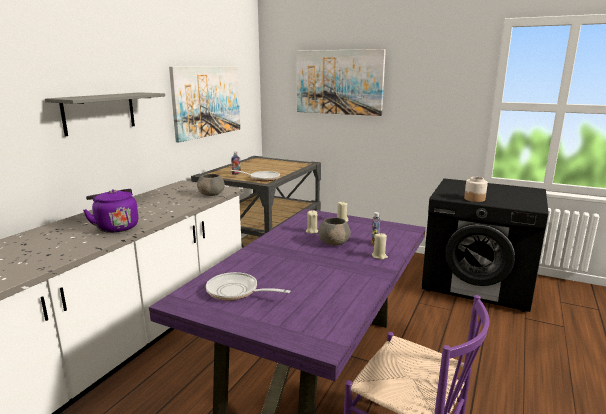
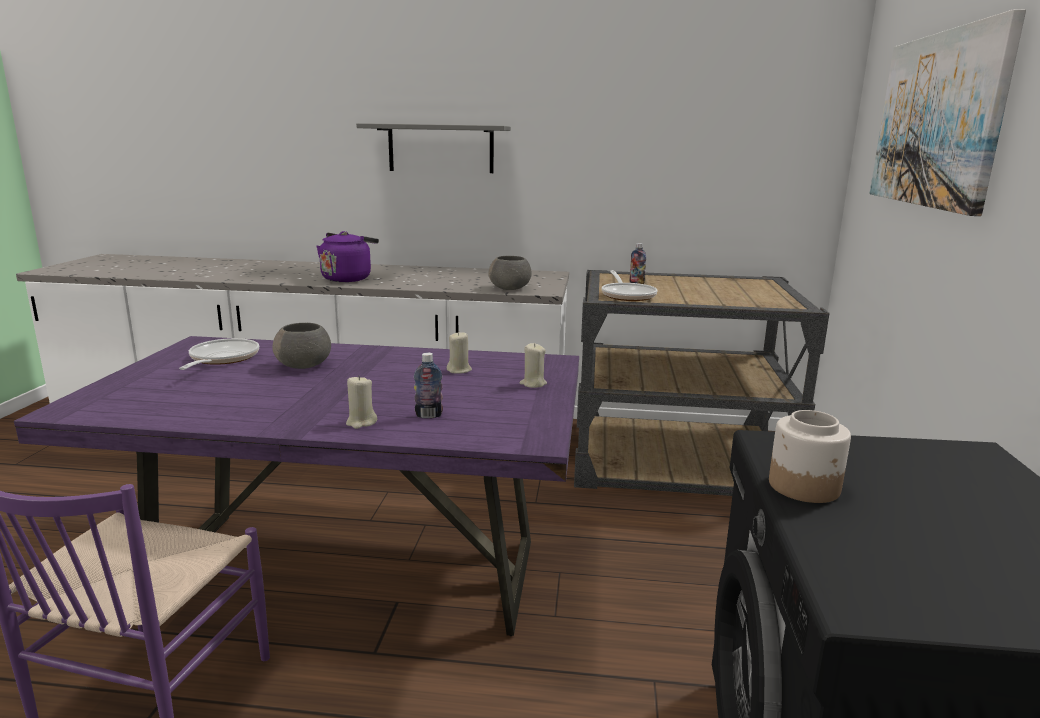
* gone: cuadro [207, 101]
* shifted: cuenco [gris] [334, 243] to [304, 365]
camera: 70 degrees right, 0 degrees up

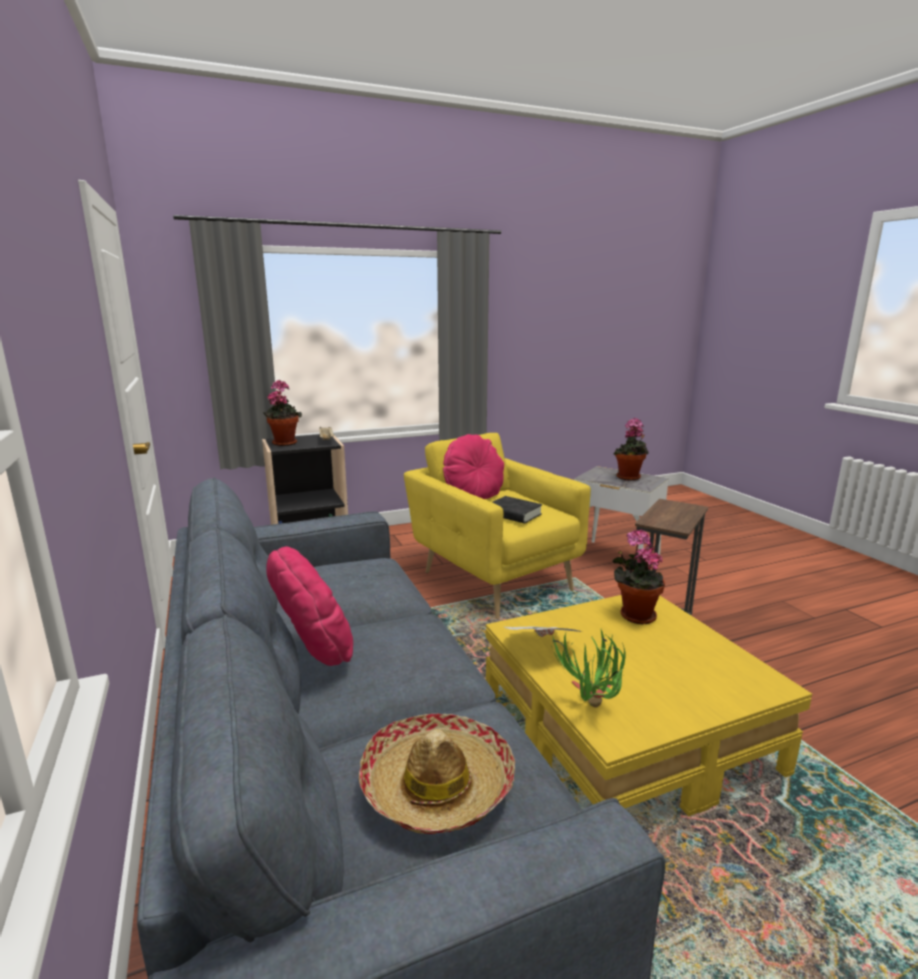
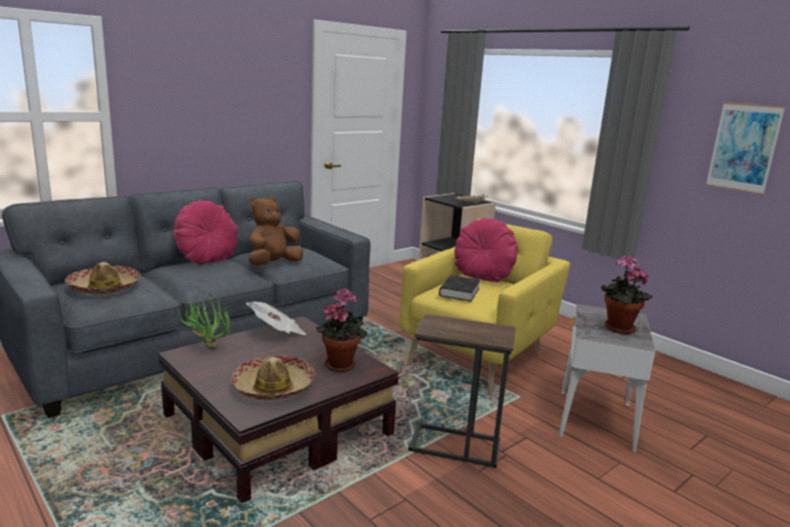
* gone: planta en maceta [284, 443]
* repainted: mesa de centro [amarillo] [622, 730] to mesa de centro [marrón] [278, 423]
* new: cuadro [743, 147]
* new: peluche [marrón] [273, 264]
* new: sombrero [273, 387]
camera: 70 degrees right, 0 degrees up

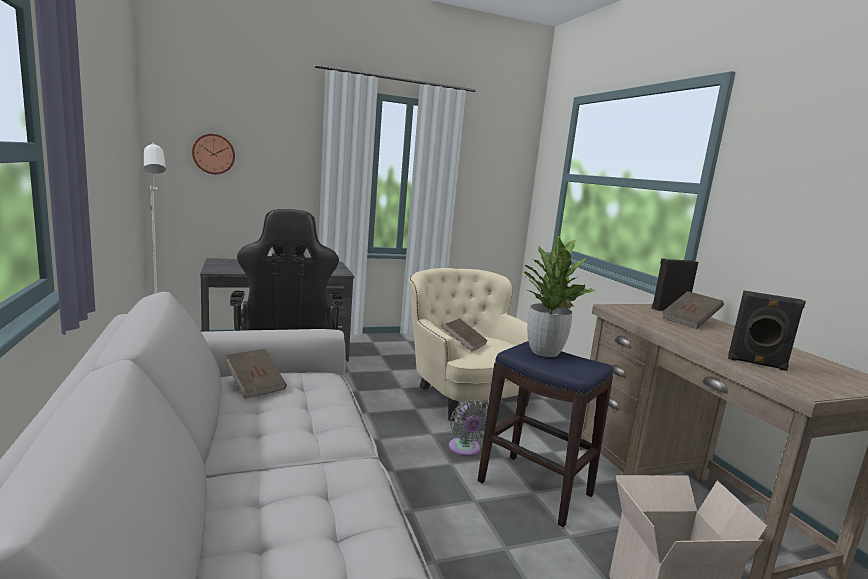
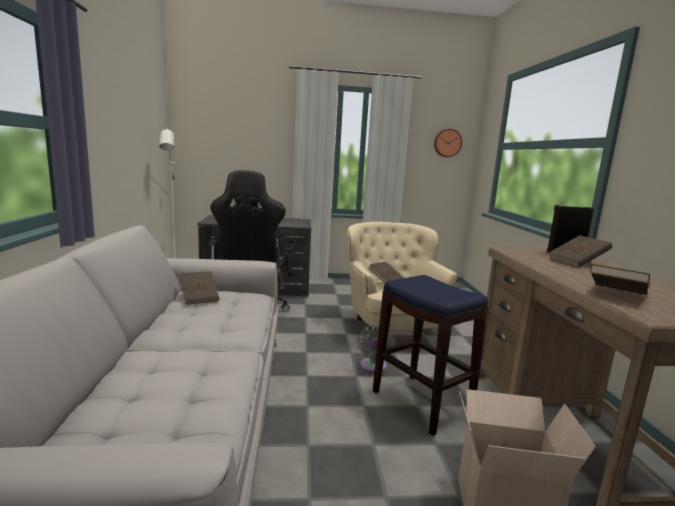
* shifted: reloj de pared [214, 154] to [447, 143]
* gone: planta en maceta [544, 352]
* swapped: altavoz [negro] [756, 363] to libro [marrón] [616, 295]
camera: 15 degrees right, 0 degrees up

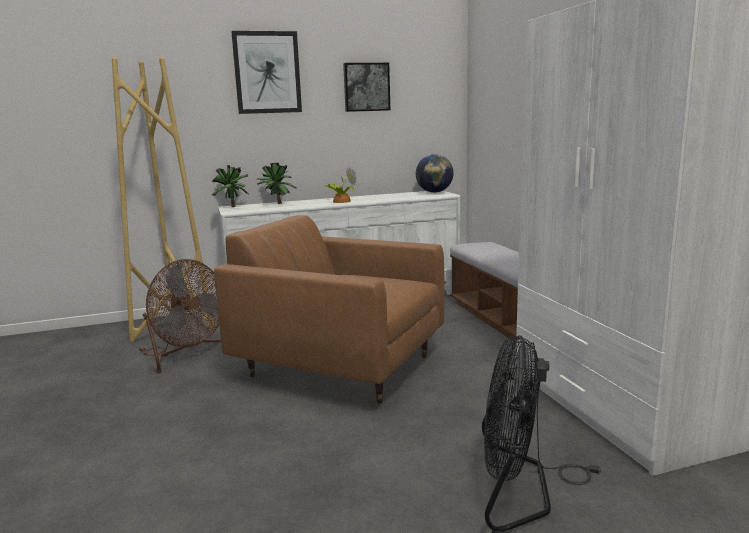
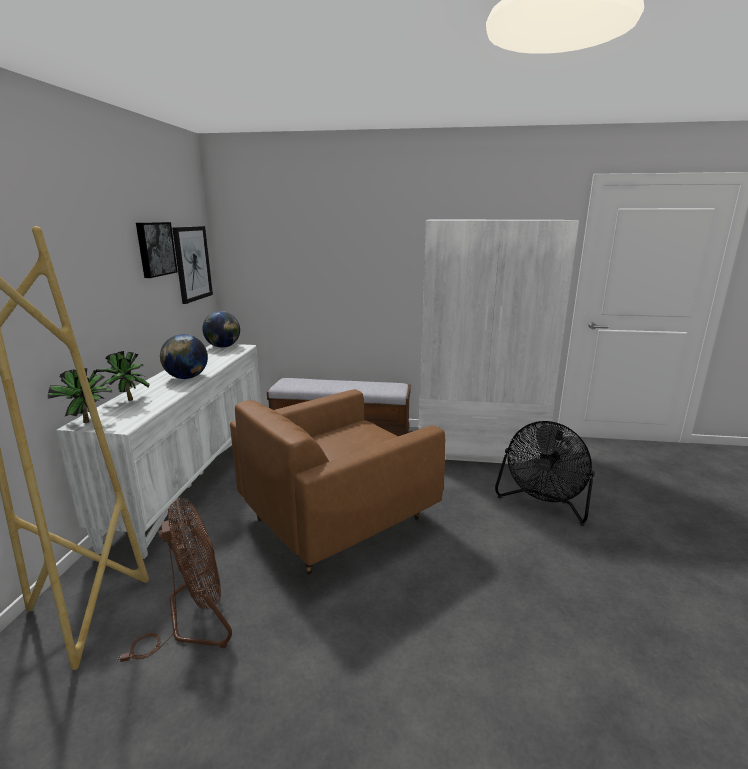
* shifted: cuadro [267, 73] to [192, 263]
* swapped: planta en maceta [340, 201] to globo terráqueo [187, 378]
camera: 65 degrees left, 5 degrees up

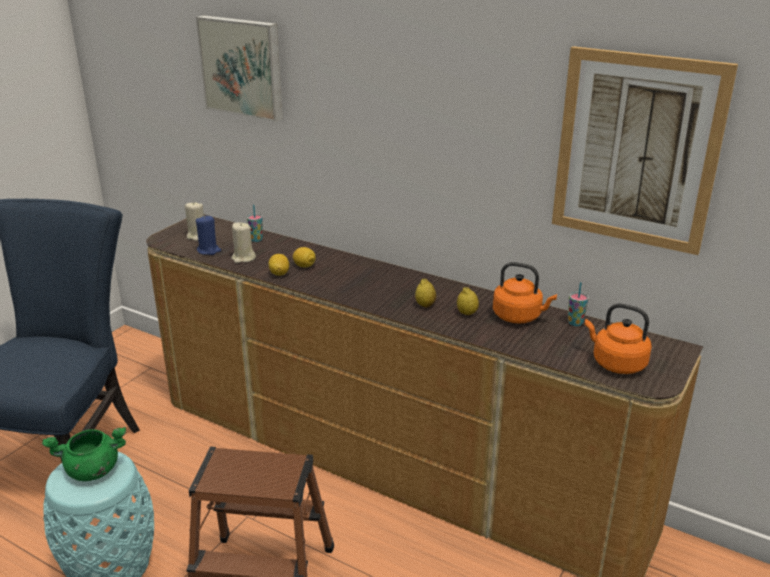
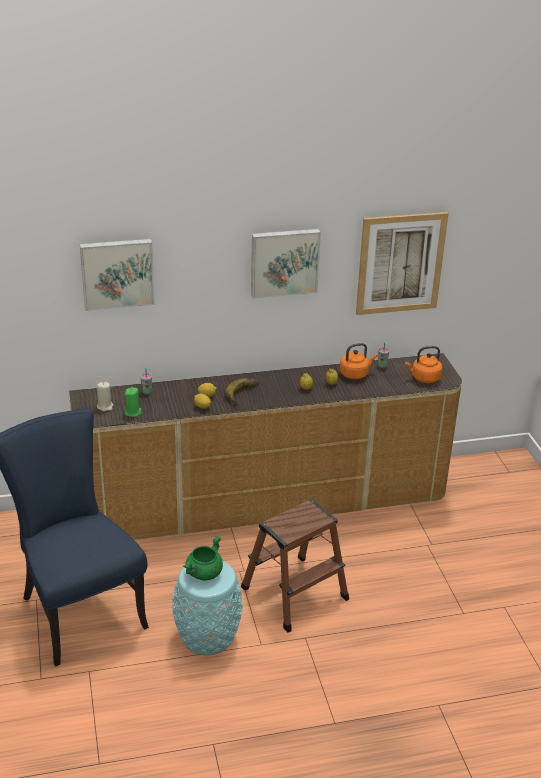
* repainted: vela [azul] [209, 250] to vela [verde] [133, 412]
* gone: vela [beis] [243, 258]
* new: cuadro [284, 262]
* new: plátano [244, 394]
camera: 45 degrees left, 5 degrees up

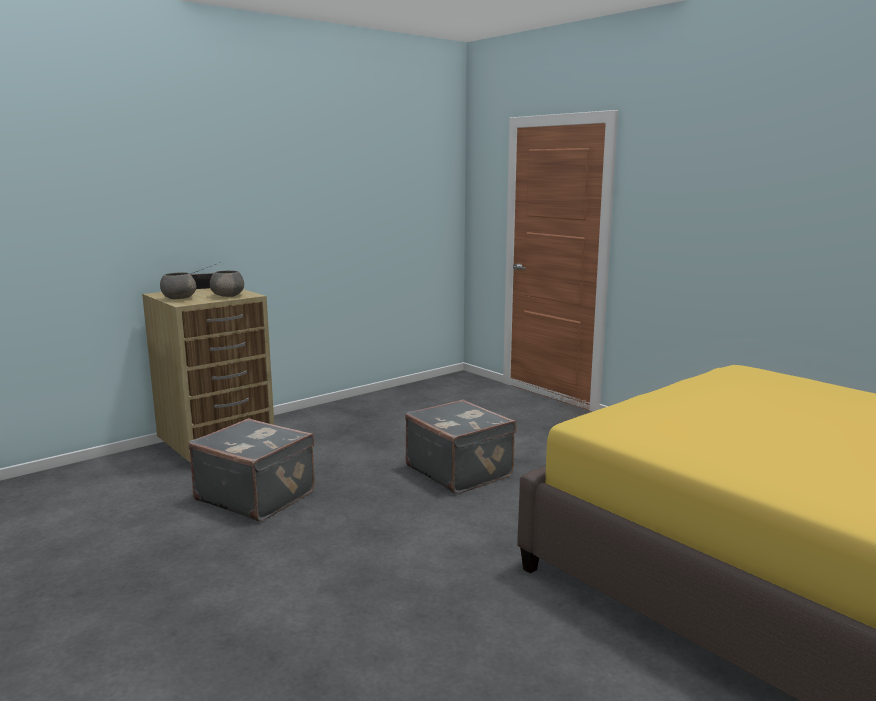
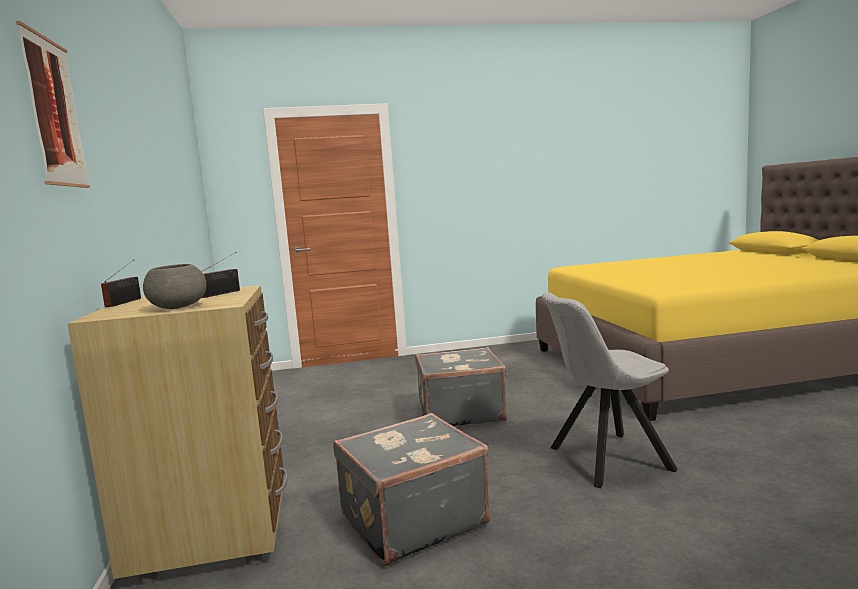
* swapped: cuenco [gris] [228, 296] to radio [222, 293]
* new: cuadro [55, 113]
* new: silla [gris] [606, 459]
camera: 60 degrees left, 5 degrees down

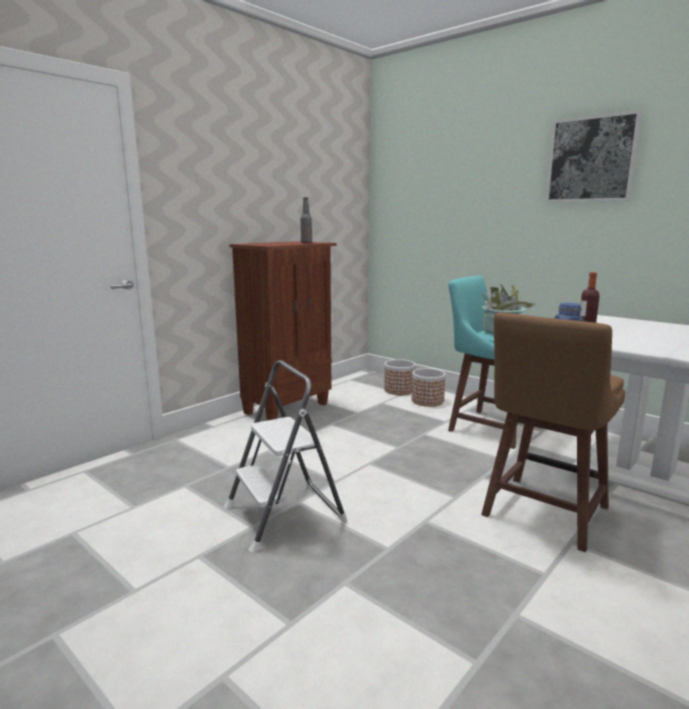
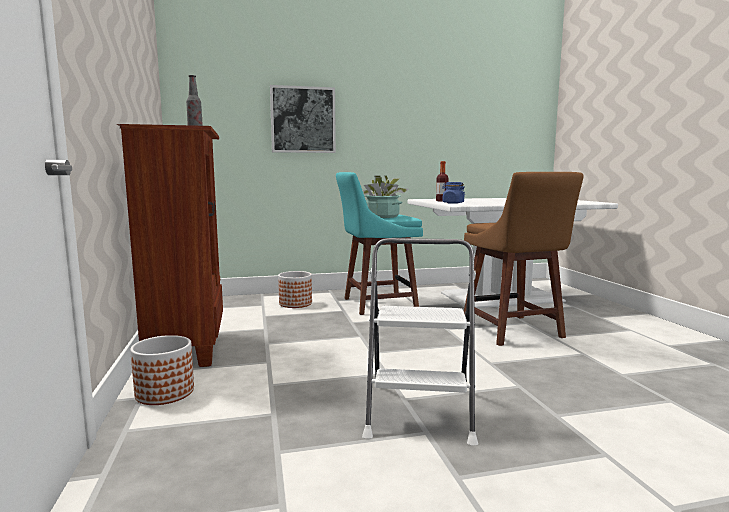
* shifted: cuadro [591, 159] to [303, 120]
* shifted: maceta [399, 390] to [164, 392]
camera: 55 degrees left, 5 degrees down

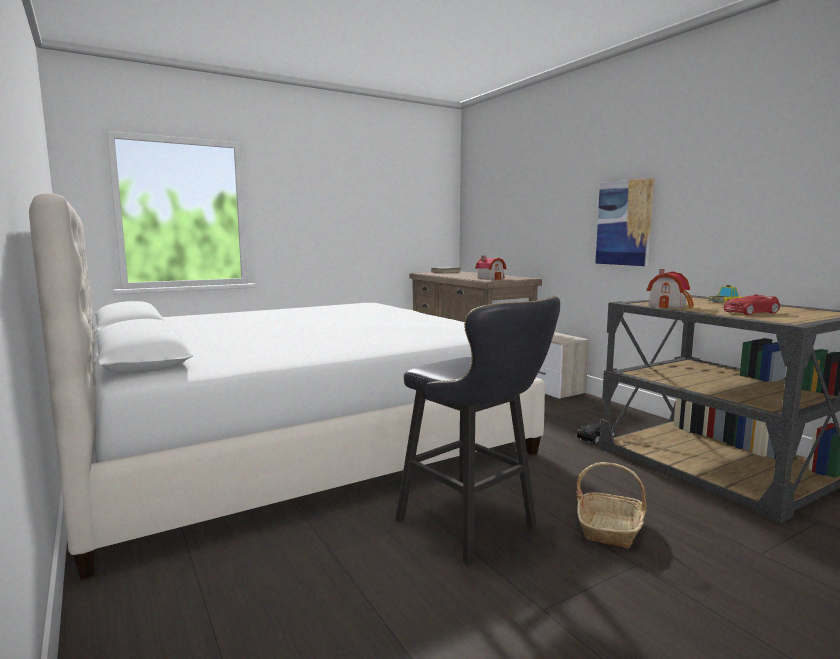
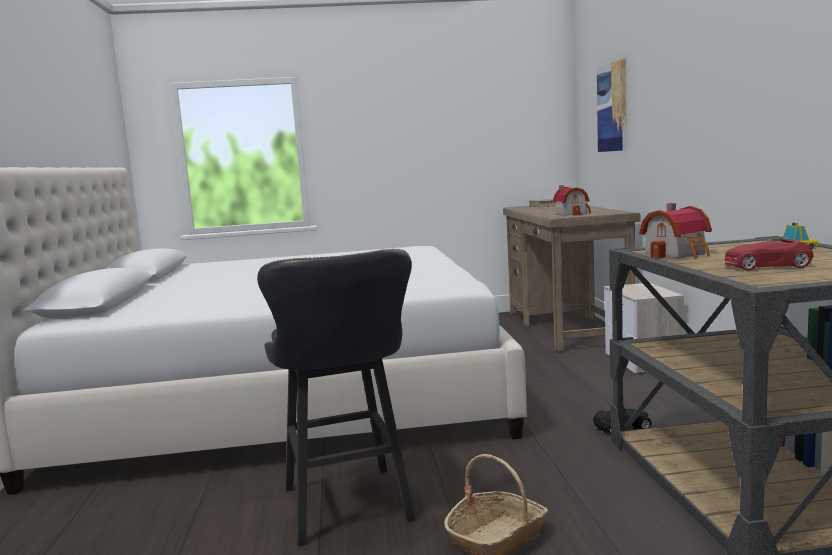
* shifted: cuadro [624, 223] to [612, 107]
camera: 25 degrees right, 0 degrees up

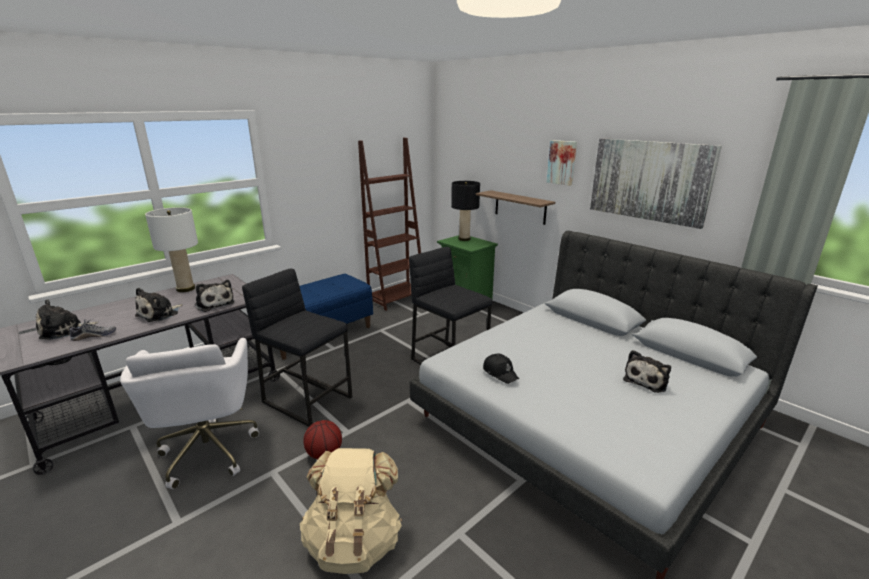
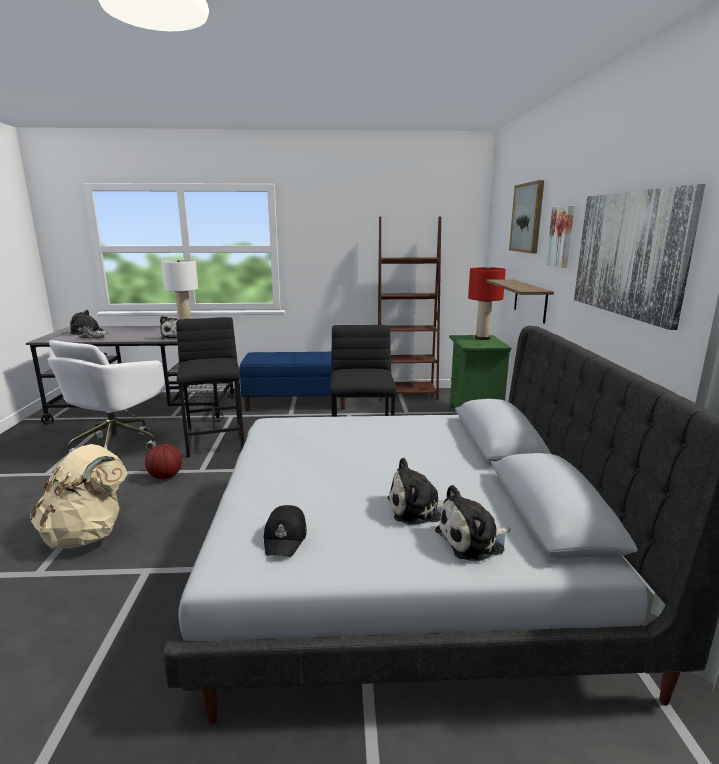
* repainted: lámpara de mesa [negro] [464, 239] to lámpara de mesa [rojo] [482, 338]
* shifted: peluche [159, 314] to [473, 541]
* shifted: gorra [negro] [500, 372] to [286, 538]
* new: cuadro [527, 218]
camera: 40 degrees right, 5 degrees down

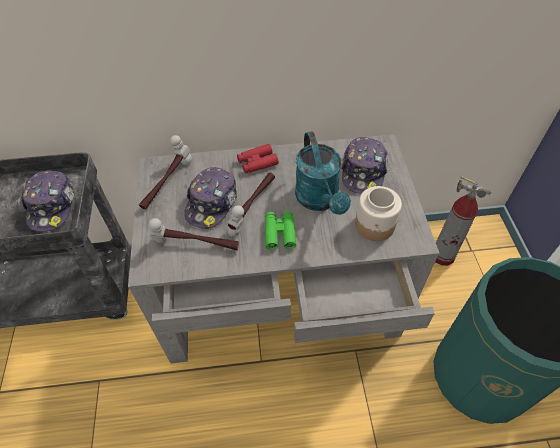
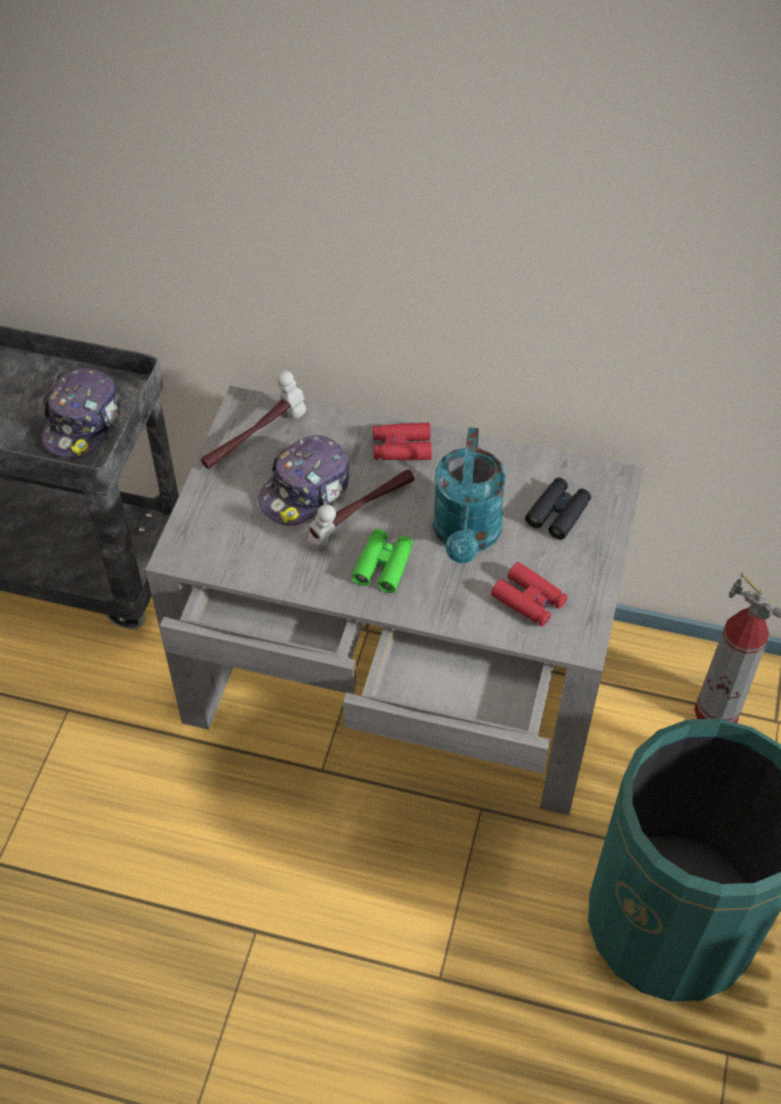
* swapped: gorra [363, 171] to prismáticos [negro] [558, 513]
* swapped: tarro [375, 225] to prismáticos [rojo] [529, 600]
* gone: martillo [195, 245]
camera: 20 degrees right, 0 degrees up

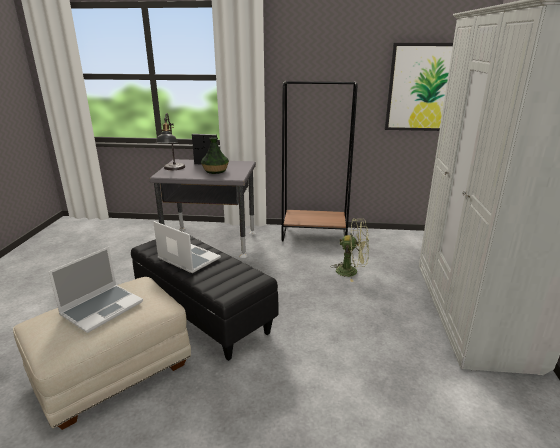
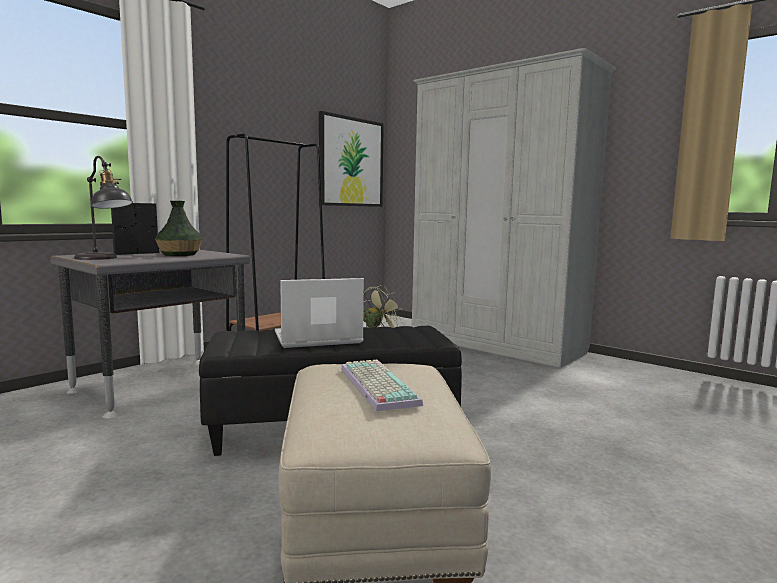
* swapped: portátil [102, 308] to teclado [375, 385]
camera: 55 degrees left, 15 degrees down

